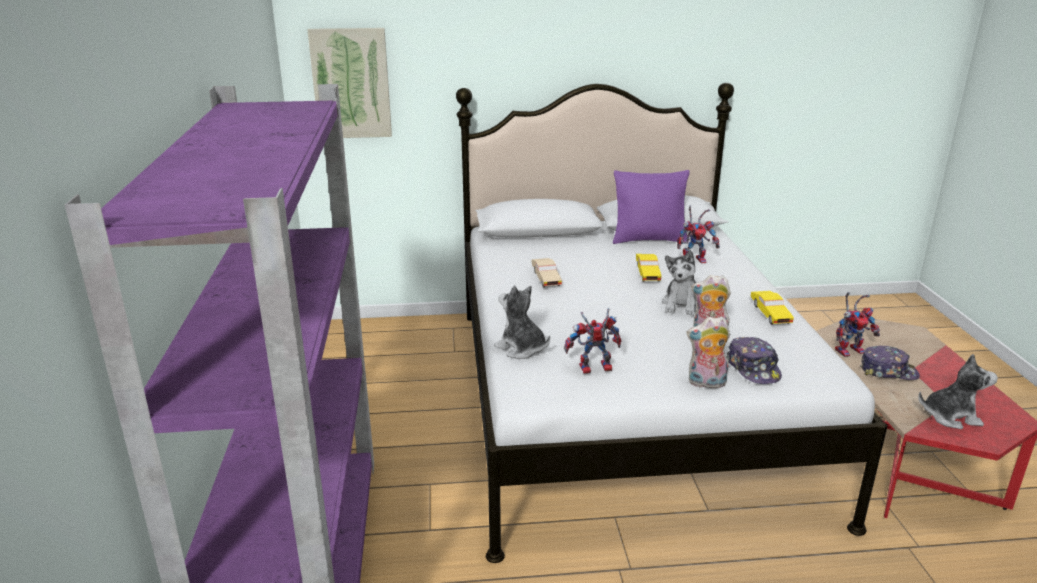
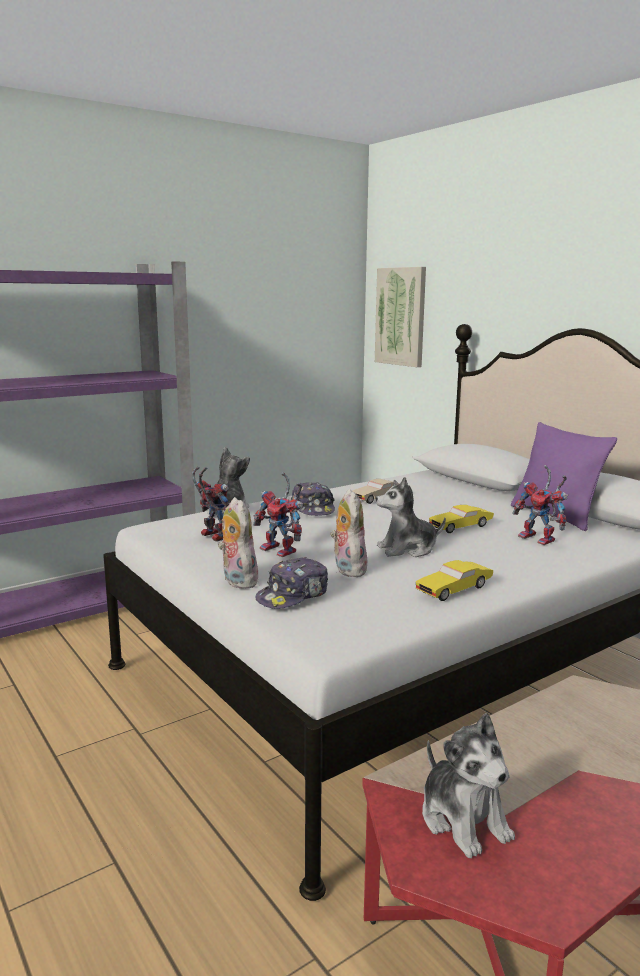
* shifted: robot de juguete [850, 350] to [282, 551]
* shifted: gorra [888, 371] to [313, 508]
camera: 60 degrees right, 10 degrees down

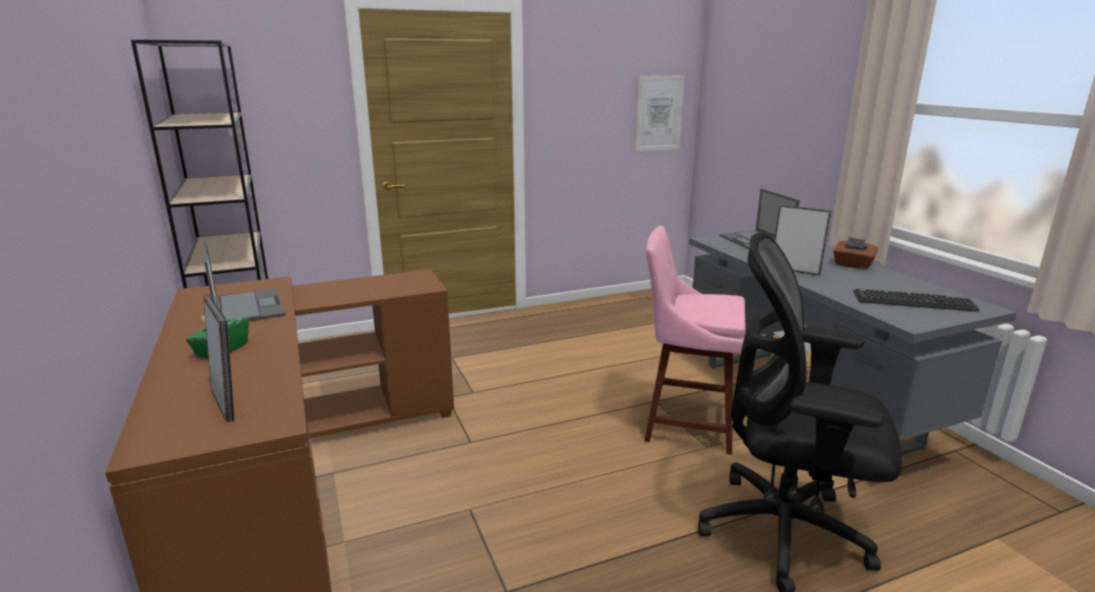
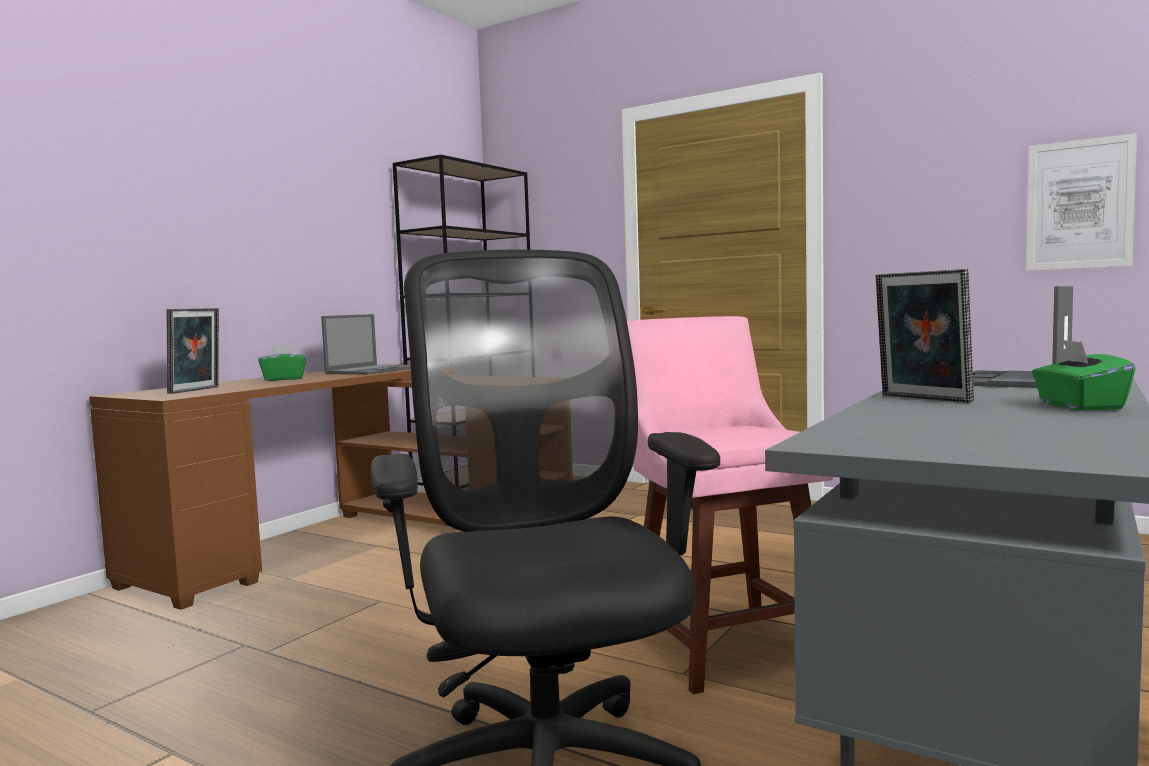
* rotated: portarretratos [795, 270] = [922, 399] 150 degrees clockwise
* repainted: caja de pañuelos [marrón] [852, 265] to caja de pañuelos [verde] [1079, 406]
* gone: teclado [913, 301]
camera: 55 degrees right, 15 degrees down

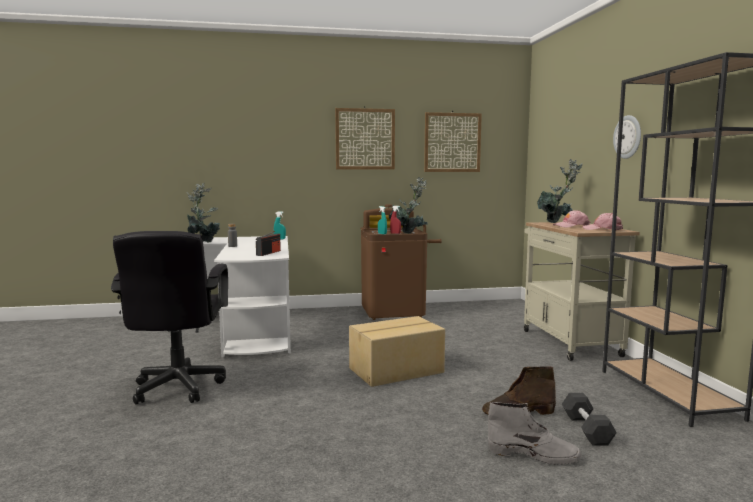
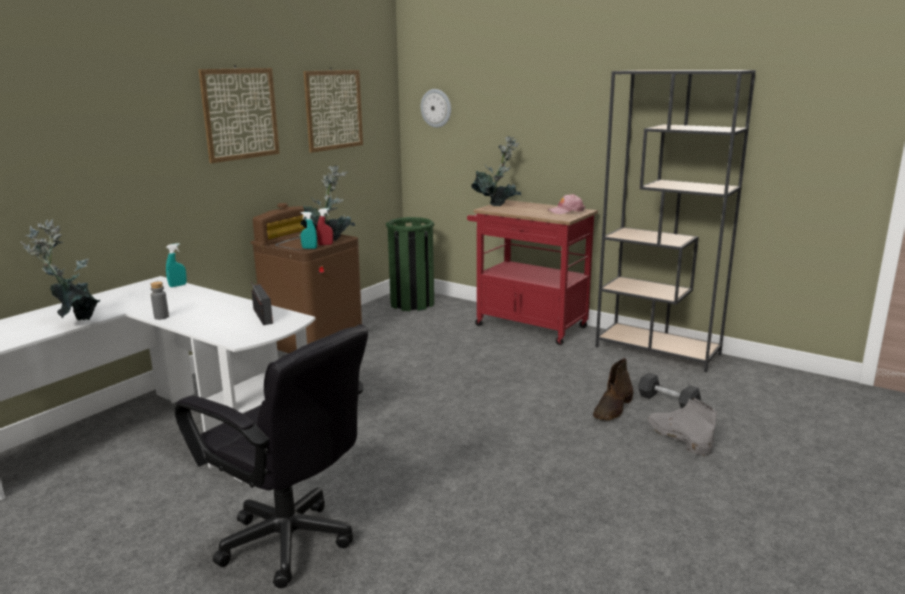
* shifted: reloj de pared [628, 137] to [436, 108]
* gone: gorra [rosa] [571, 226]
* repainted: carrito [beis] [568, 342] to carrito [rojo] [527, 326]
* gone: caja de cartón [397, 371]
* rotated: bota [gris] [534, 455] = [678, 437] 90 degrees counterclockwise
* new: papelera [verde] [412, 303]
camera: 45 degrees left, 10 degrees up

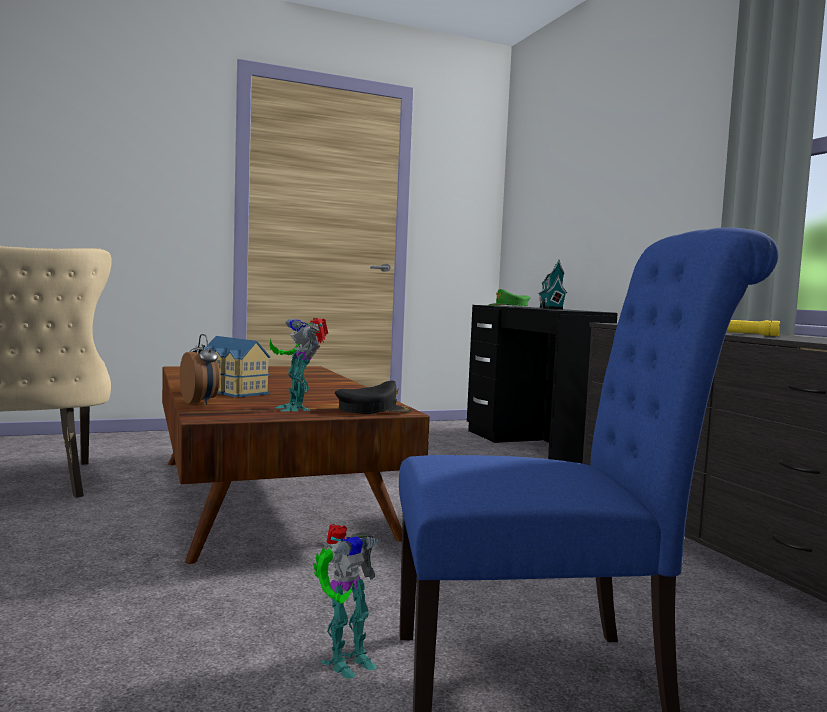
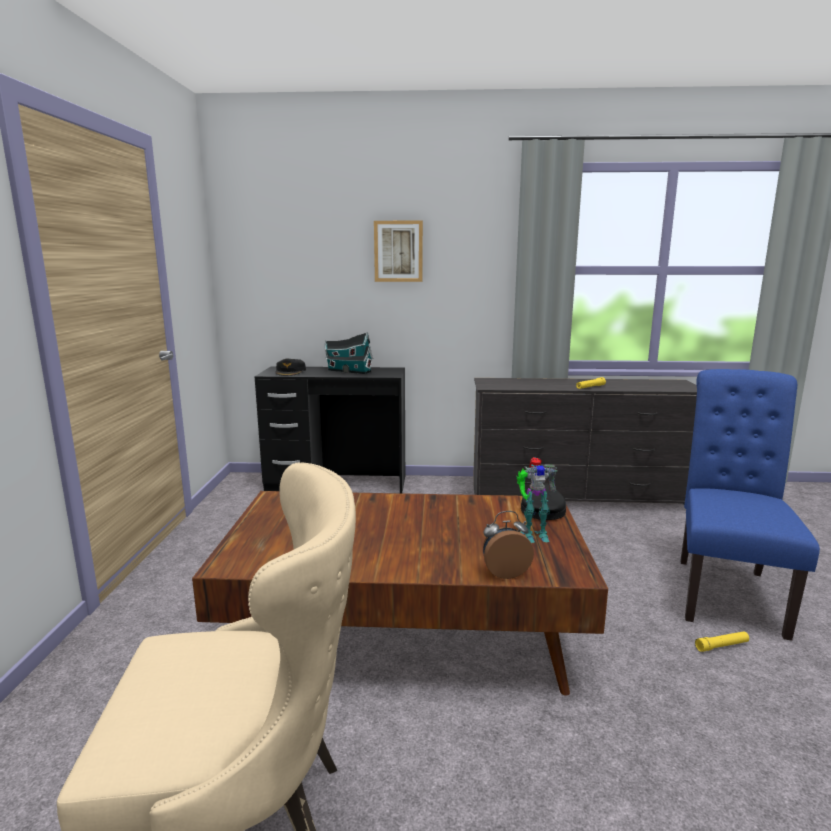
* repainted: gorra [verde] [509, 306] to gorra [negro] [290, 372]
* gone: casita [231, 391]
* swapped: robot de juguete [344, 661] to linterna [amarillo] [722, 646]
* new: cuadro [398, 251]
camera: 65 degrees left, 10 degrees up

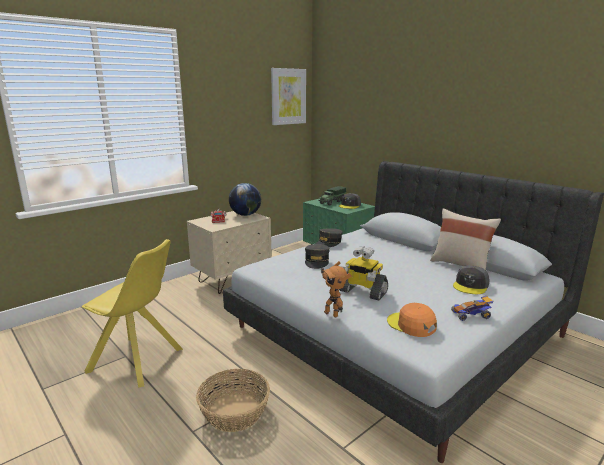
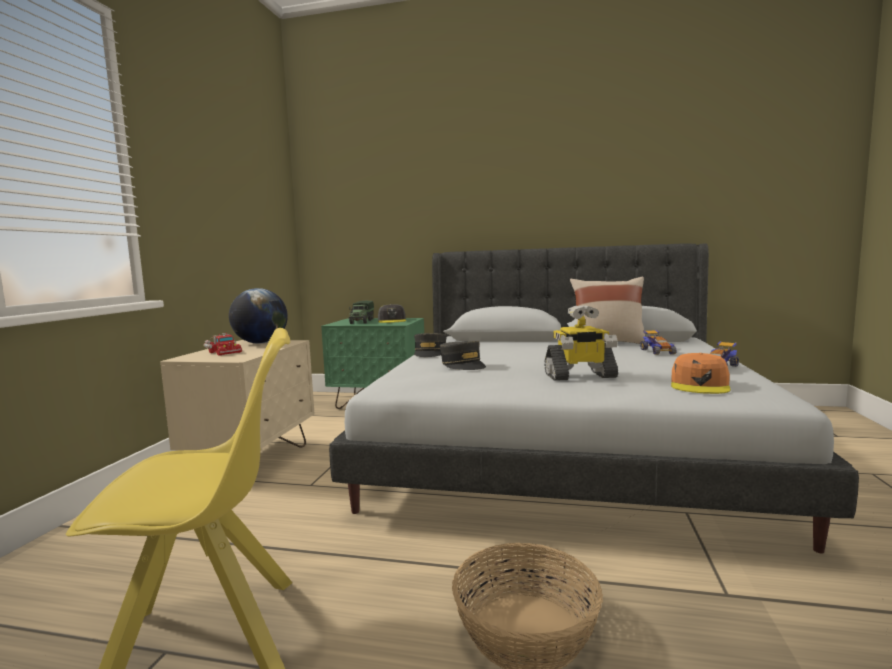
* gone: cuadro [288, 96]
* gone: robot de juguete [332, 314]
* swapped: gorra [gris] [471, 285] to coche de juguete [657, 351]
* rotated: gorra [naranja] [411, 325] = [700, 385] 75 degrees counterclockwise
camera: 35 degrees left, 10 degrees down

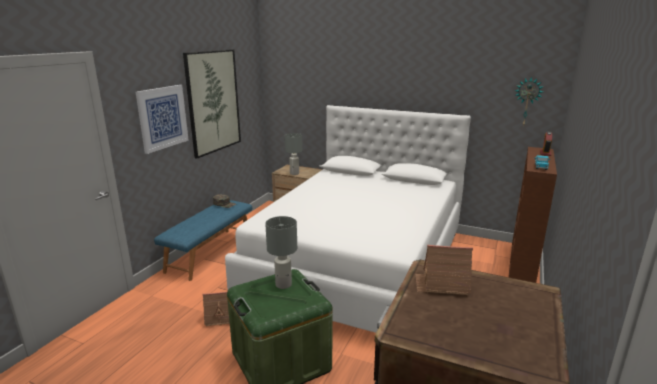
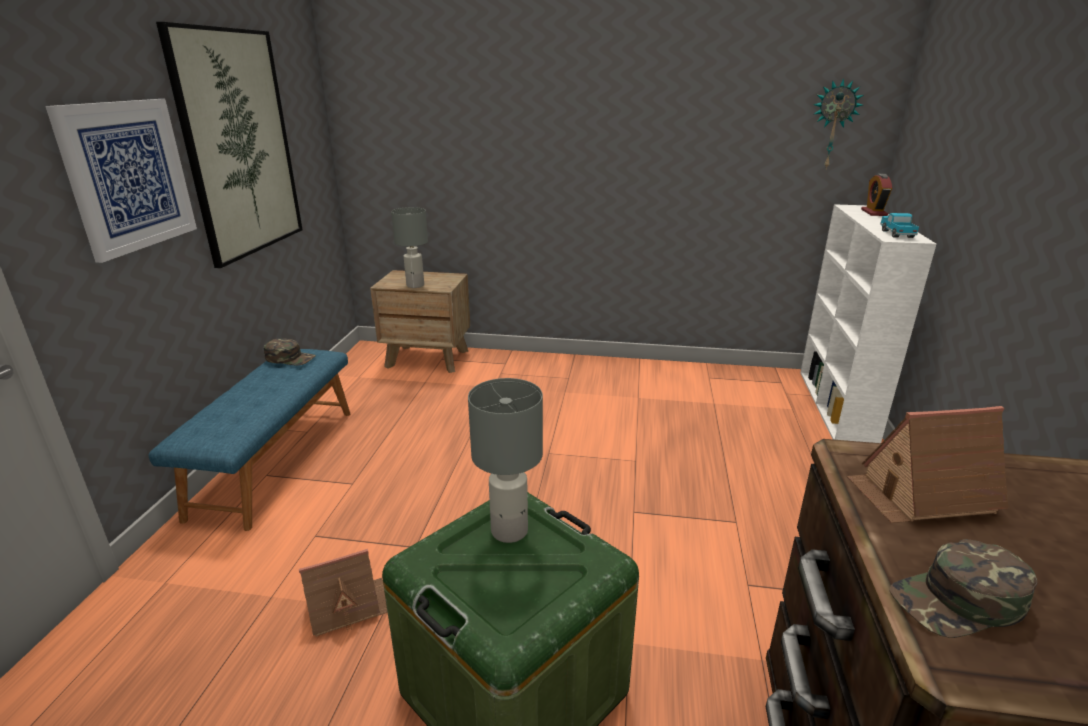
* gone: cama [blanco] [359, 263]
* repainted: estantería [marrón] [522, 266] to estantería [blanco] [836, 407]
* new: gorra [verde] [959, 601]
camera: 15 degrees left, 5 degrees up

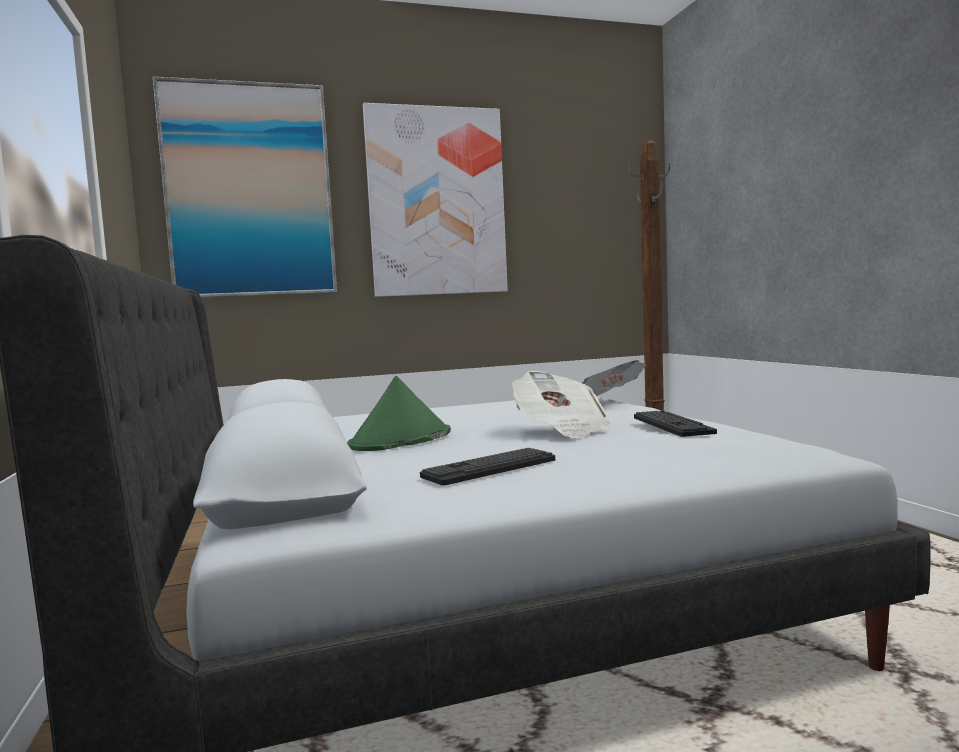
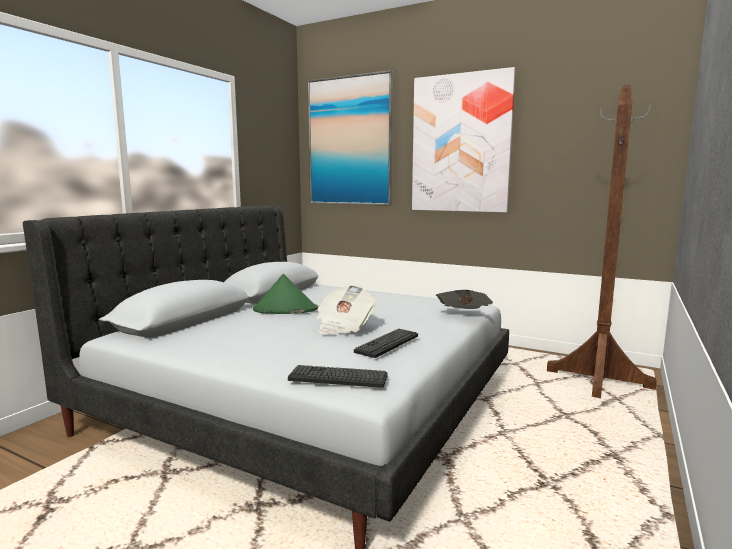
* shifted: teclado [489, 468] to [338, 378]
camera: 45 degrees right, 5 degrees up

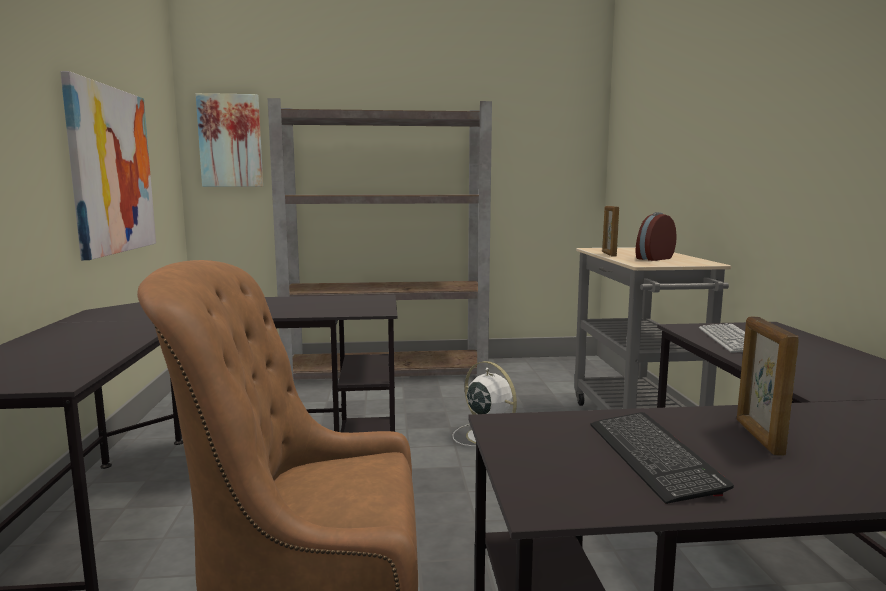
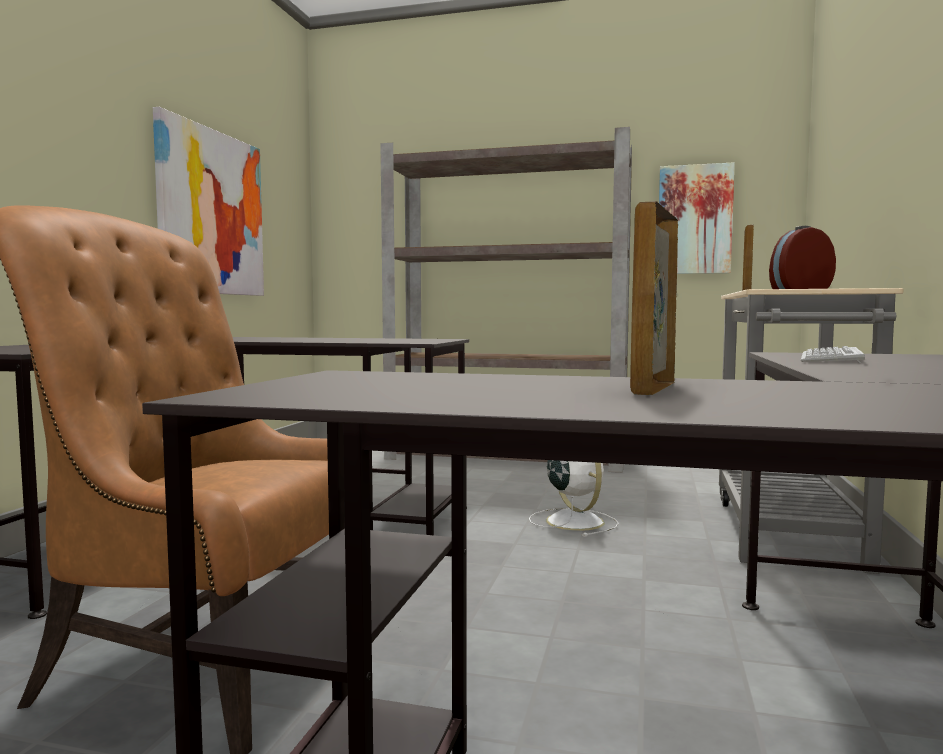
* shifted: cuadro [230, 141] to [694, 220]
* gone: teclado [652, 457]
camera: 20 degrees right, 5 degrees down

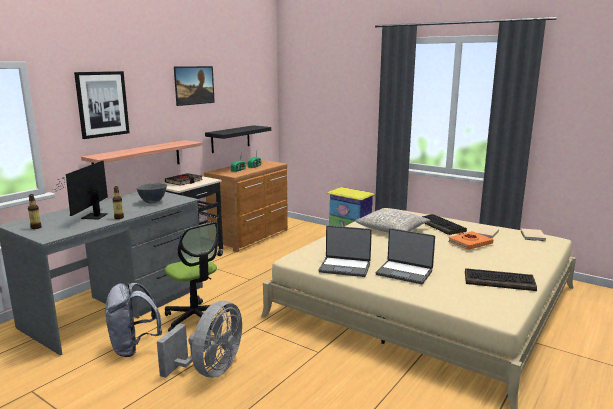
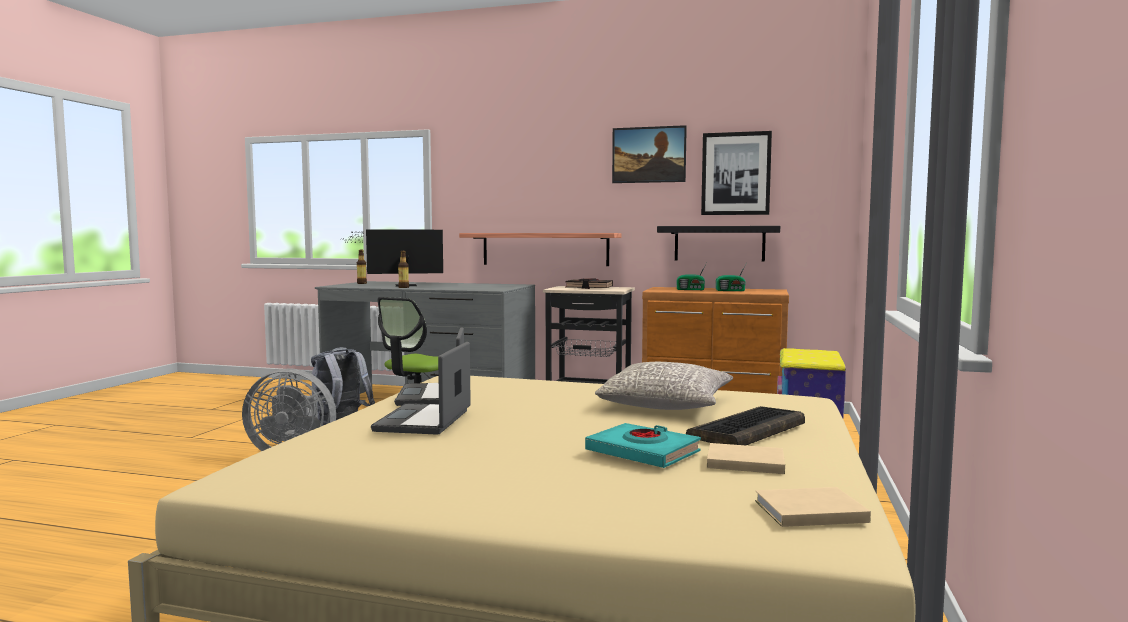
* shifted: cuadro [102, 104] to [736, 173]
* gone: cuenco [gris] [152, 202]
* repainted: libro [naranja] [470, 243] to libro [turquesa] [643, 452]
* gone: teclado [499, 281]
camera: 70 degrees right, 10 degrees down

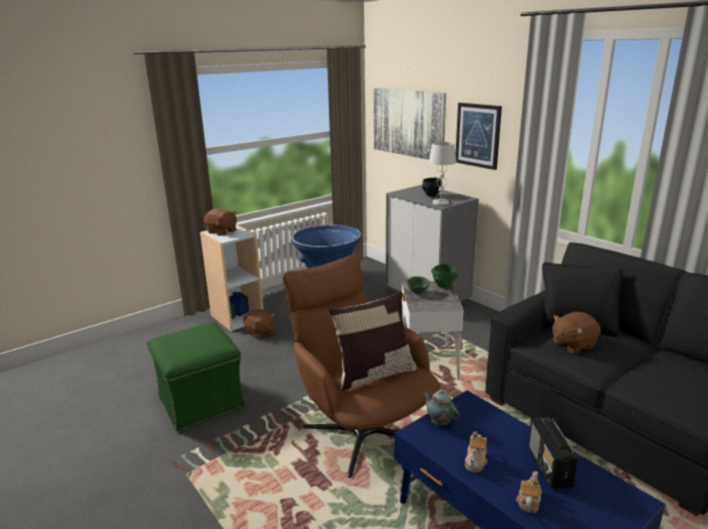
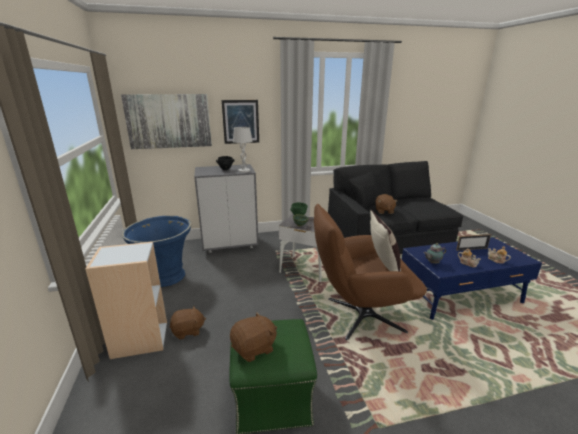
* shifted: peluche [marrón] [222, 232] to [254, 348]
* swapped: radio [549, 467] to portarretratos [471, 249]
camera: 65 degrees left, 0 degrees up

